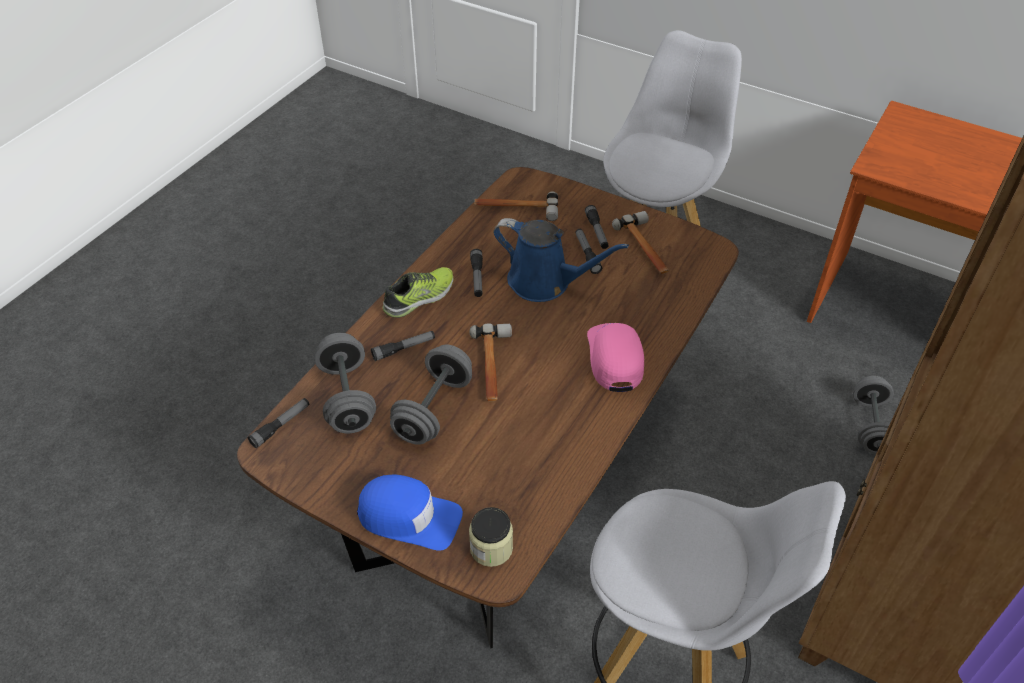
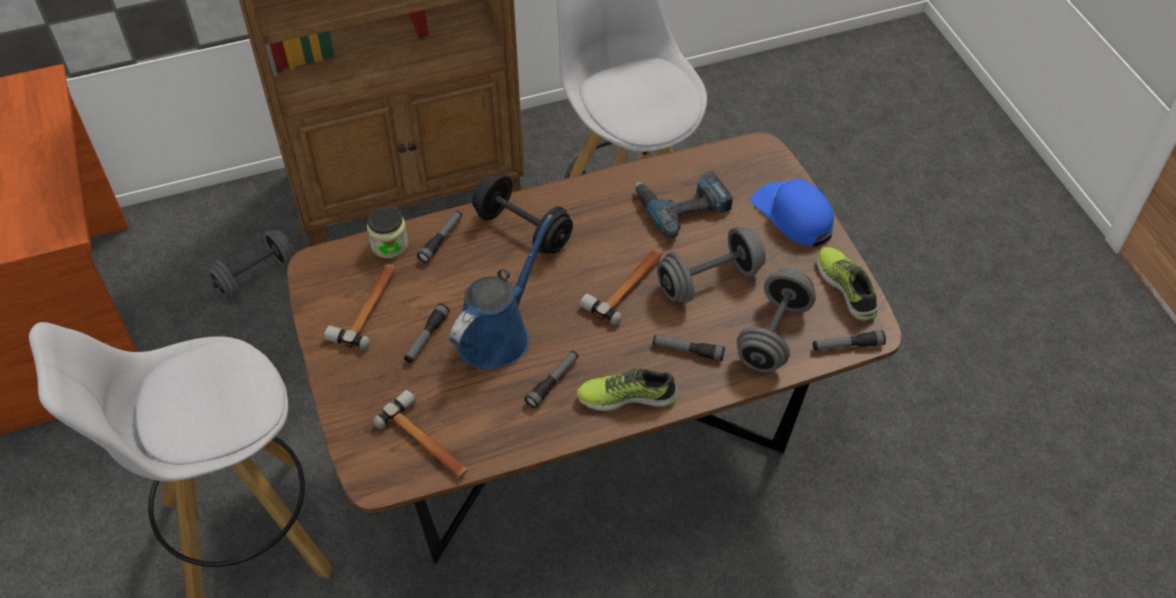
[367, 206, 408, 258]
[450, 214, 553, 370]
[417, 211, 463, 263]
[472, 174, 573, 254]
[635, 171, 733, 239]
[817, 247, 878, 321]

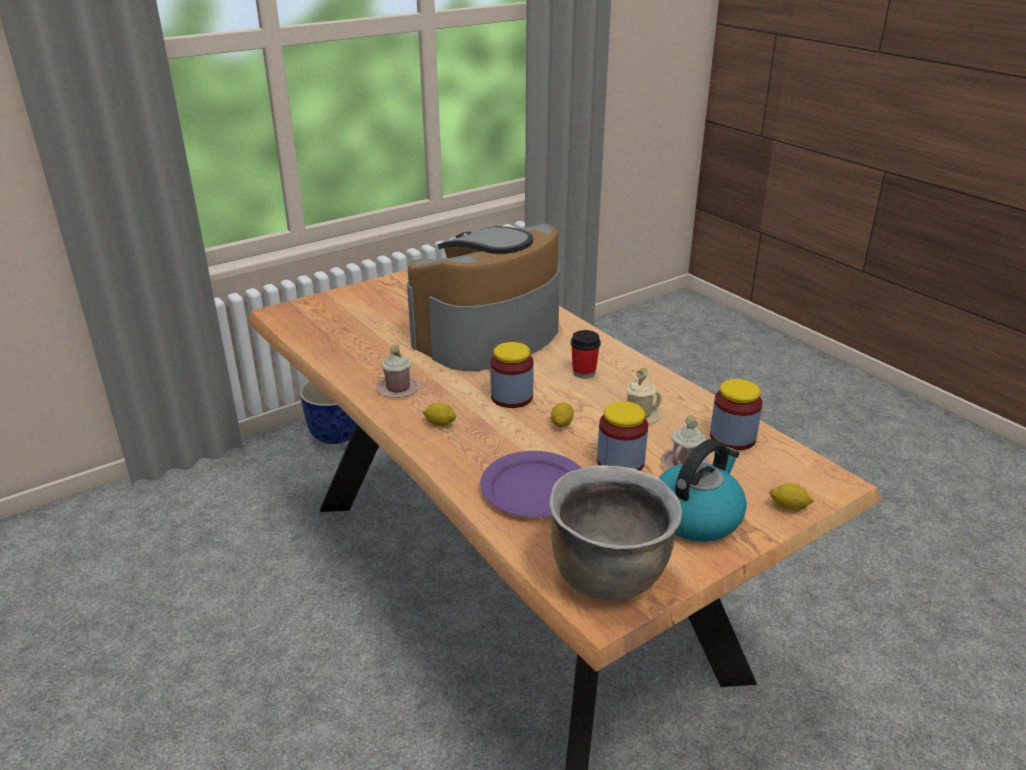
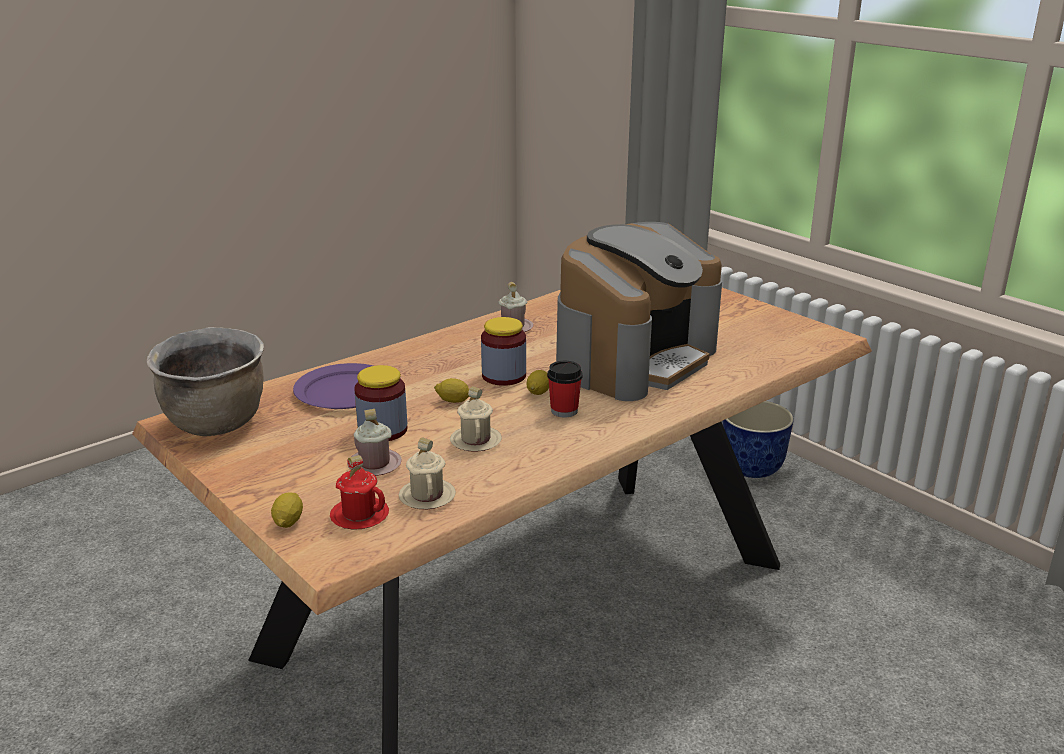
[556, 222, 722, 401]
[526, 370, 549, 395]
[659, 439, 747, 542] (first image)
[399, 437, 456, 509]
[330, 455, 389, 530]

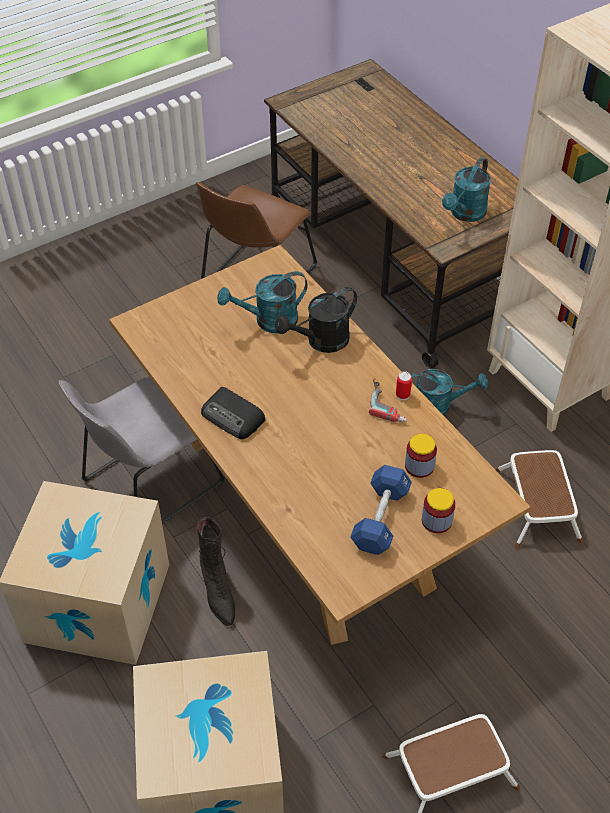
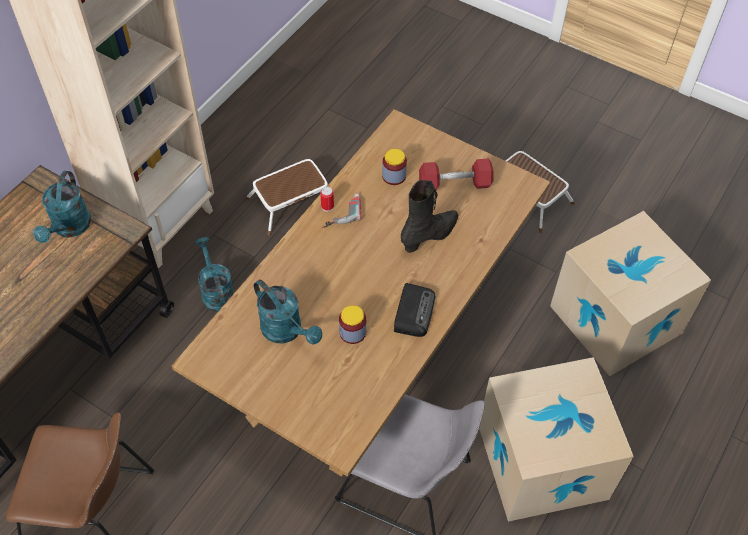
[401, 180, 458, 253]
[275, 287, 357, 353] (first image)
[419, 158, 494, 190]
[339, 305, 366, 344]
[33, 171, 91, 243]

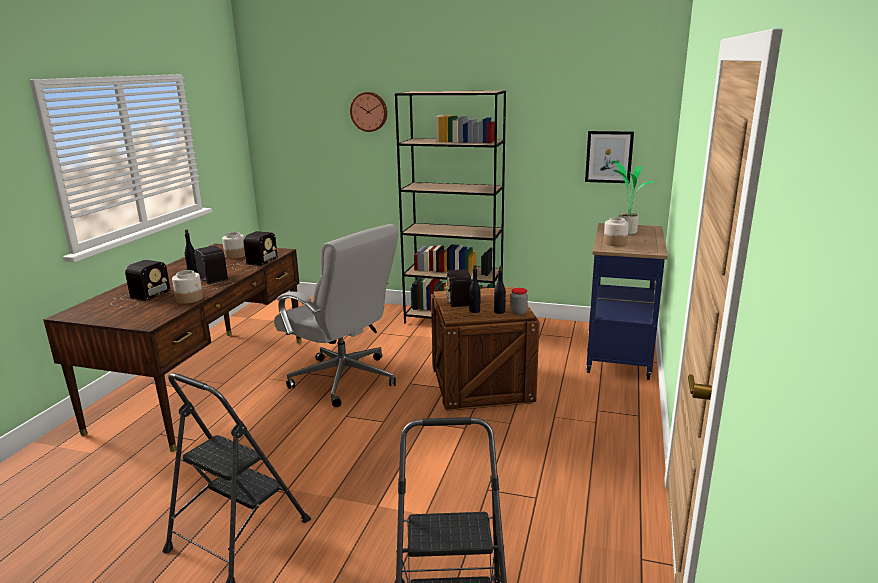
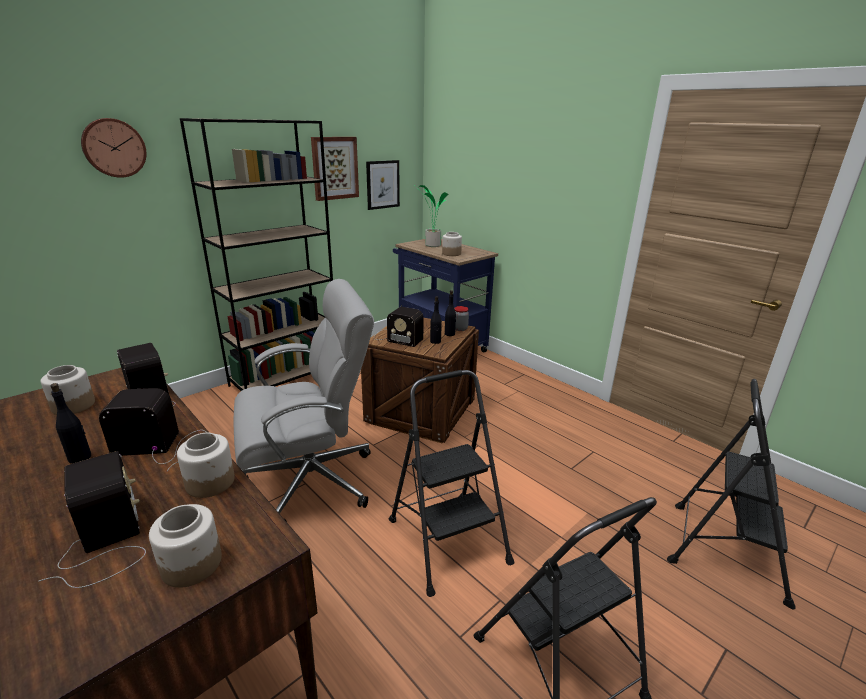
[149, 504, 222, 588]
[311, 137, 359, 201]
[388, 370, 515, 597]

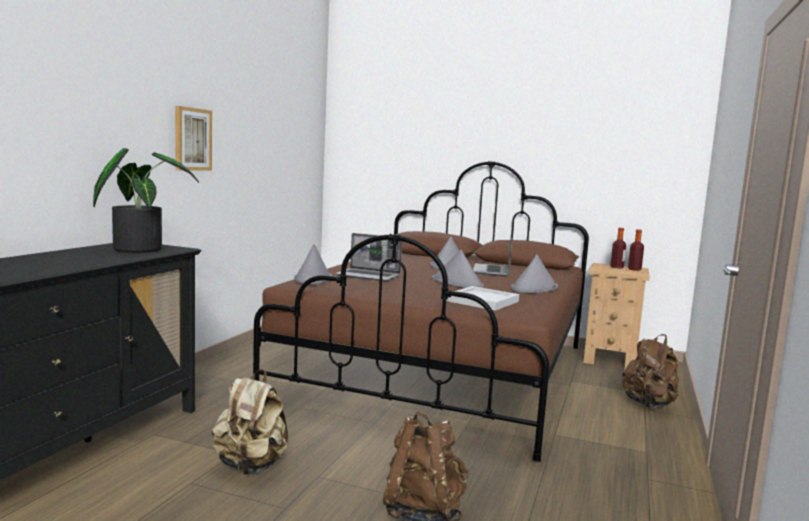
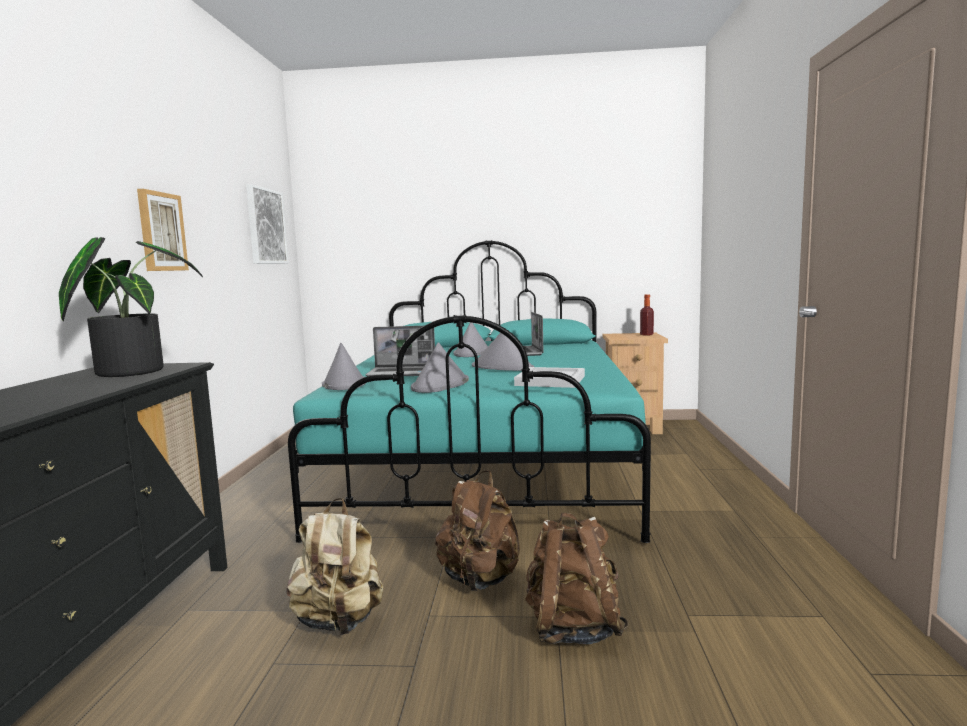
[288, 240, 651, 543]
[411, 342, 469, 393]
[610, 228, 626, 268] (first image)
[435, 470, 520, 591]
[246, 184, 288, 264]

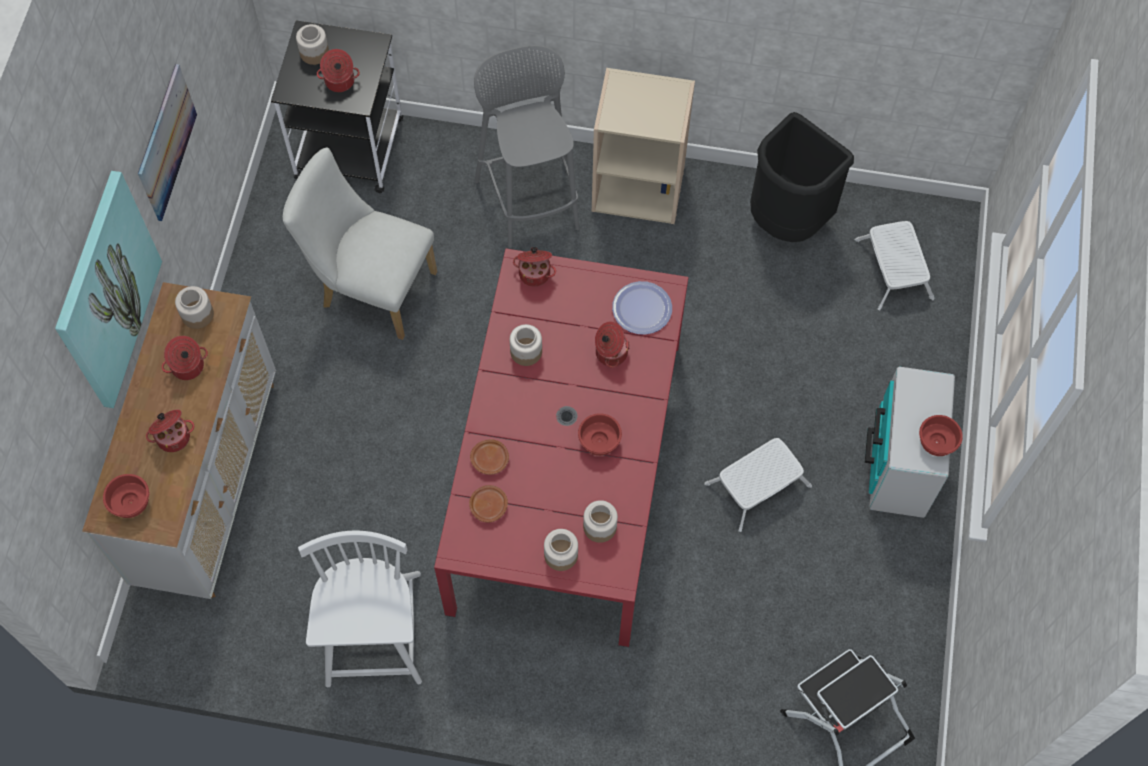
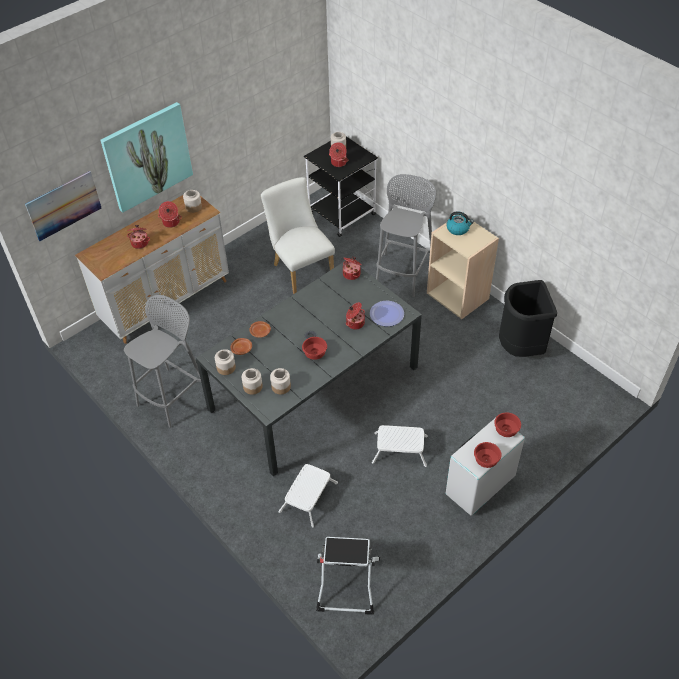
[494, 412, 521, 437]
[25, 171, 102, 241]
[124, 295, 201, 428]
[196, 260, 422, 476]
[215, 349, 236, 375]
[278, 464, 338, 528]
[447, 211, 474, 235]

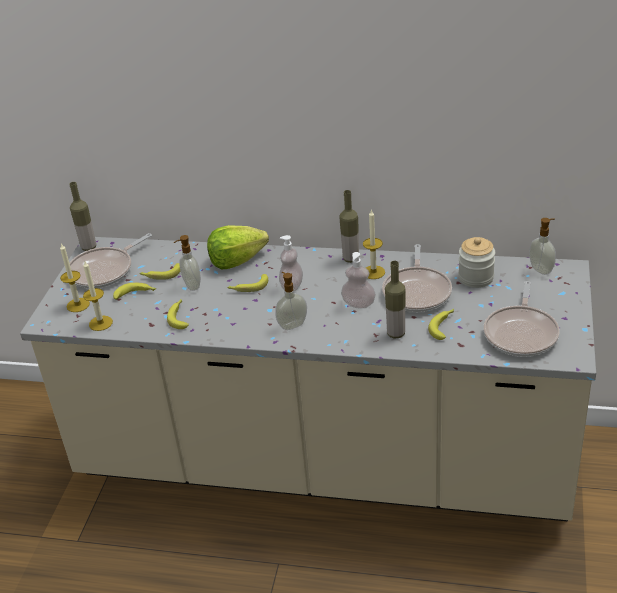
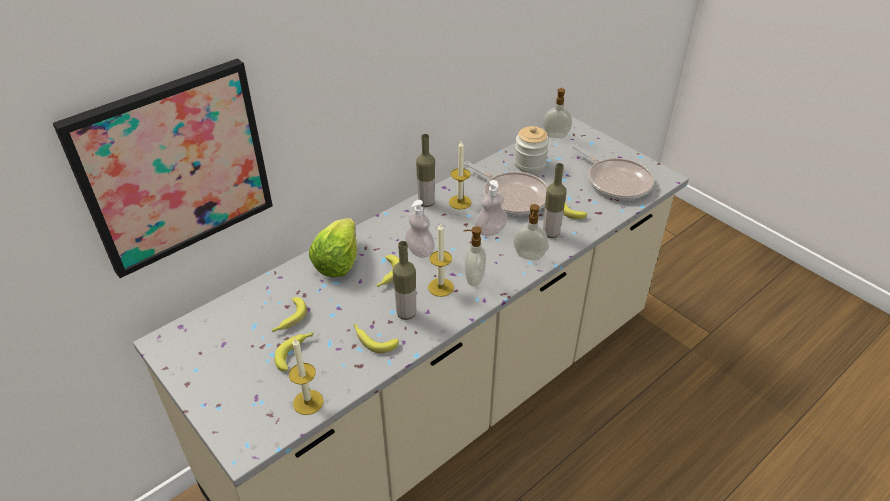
[428, 223, 454, 297]
[393, 241, 416, 320]
[69, 233, 152, 288] (first image)
[514, 204, 548, 260]
[53, 58, 273, 278]

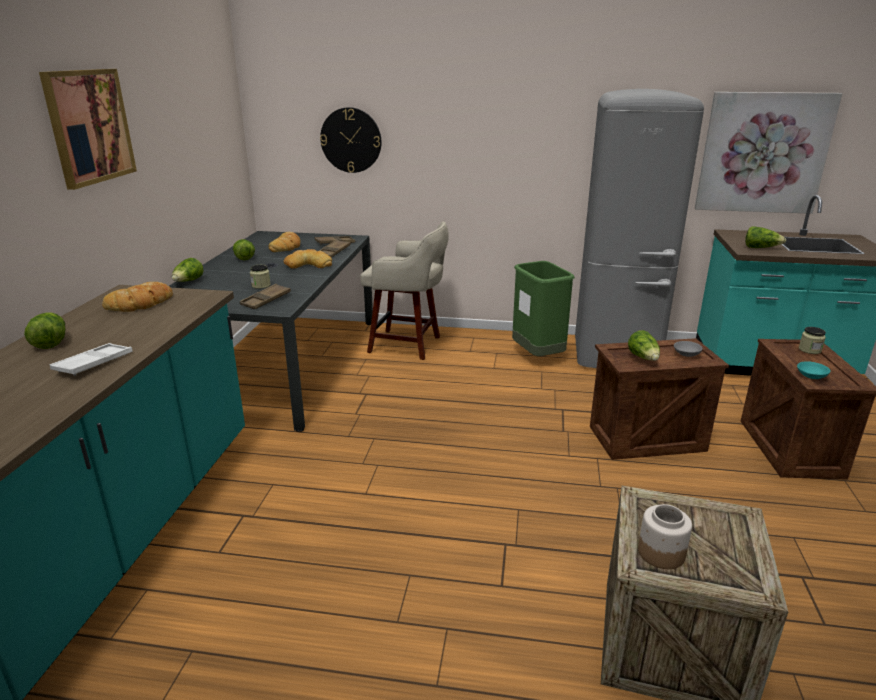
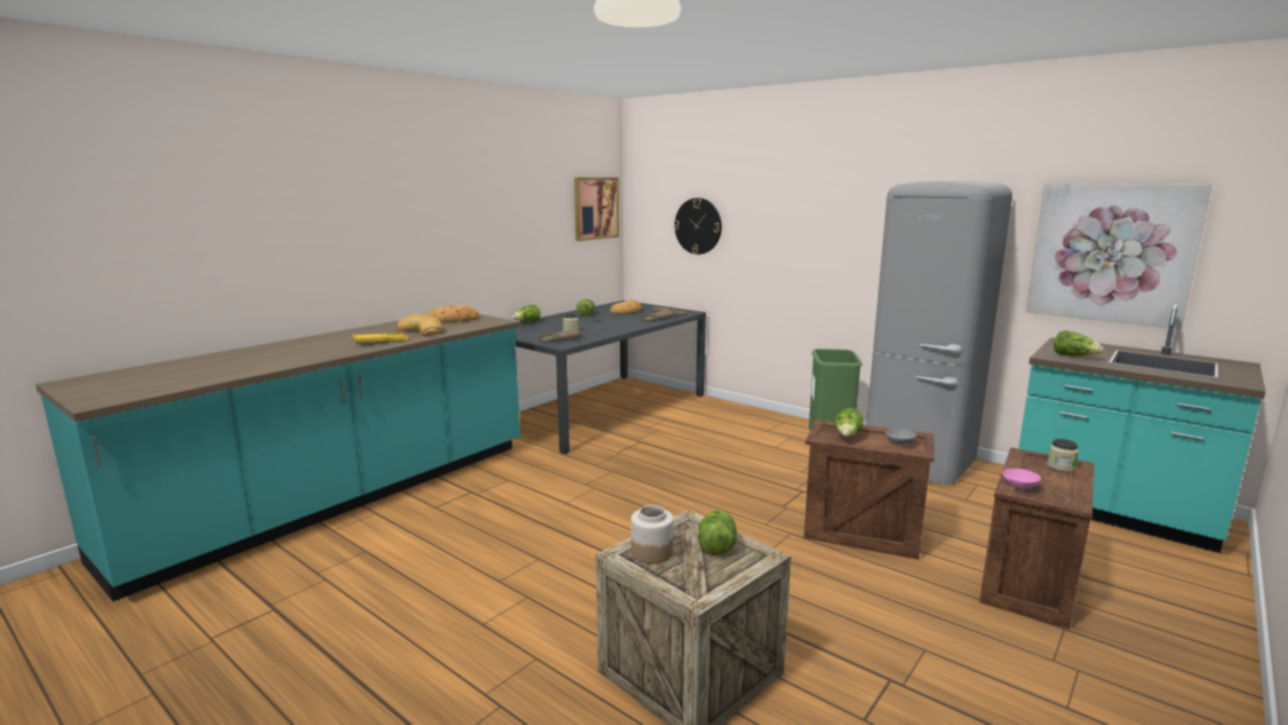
[698, 510, 737, 555]
[574, 177, 619, 241]
[352, 333, 409, 344]
[397, 314, 443, 335]
[360, 221, 449, 360] (first image)
[1002, 468, 1041, 488]

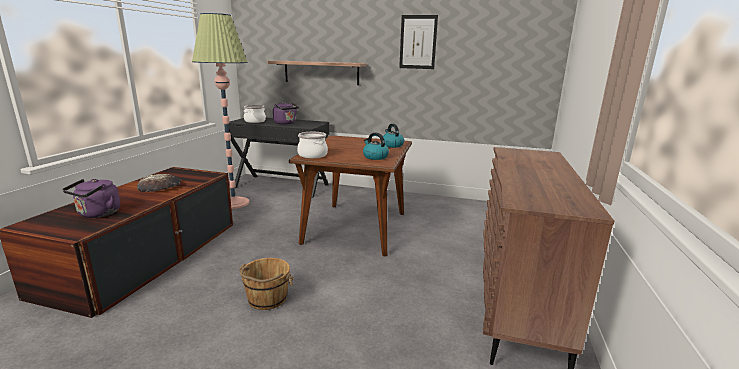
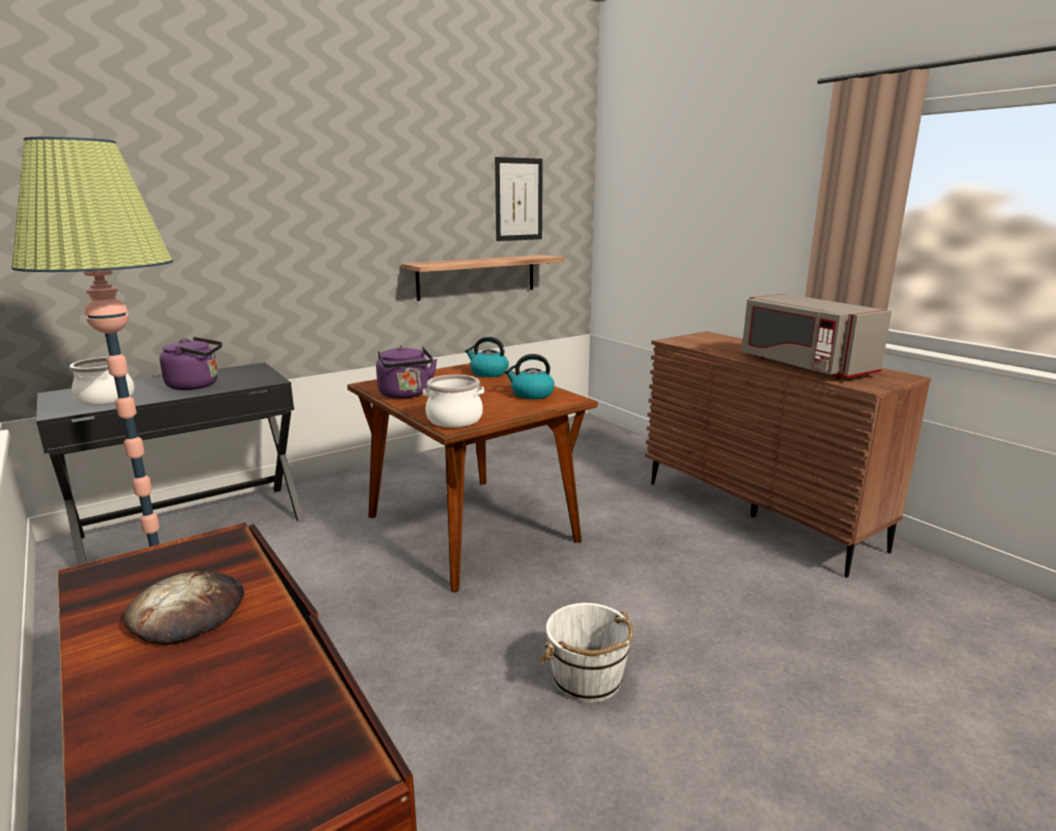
[376, 345, 437, 399]
[540, 603, 633, 703]
[402, 255, 565, 301]
[495, 157, 543, 241]
[742, 294, 892, 379]

